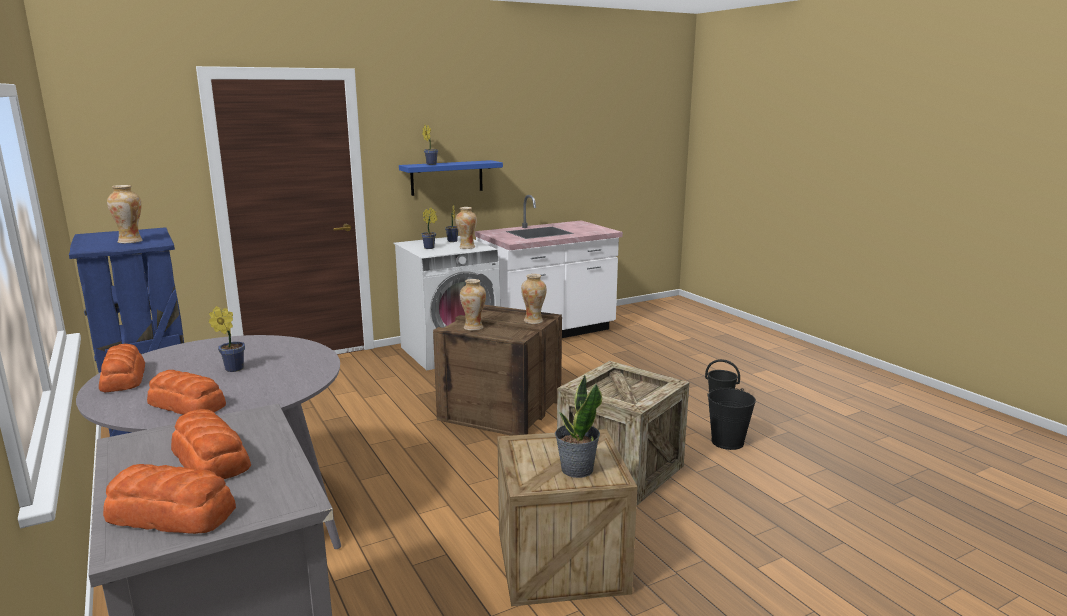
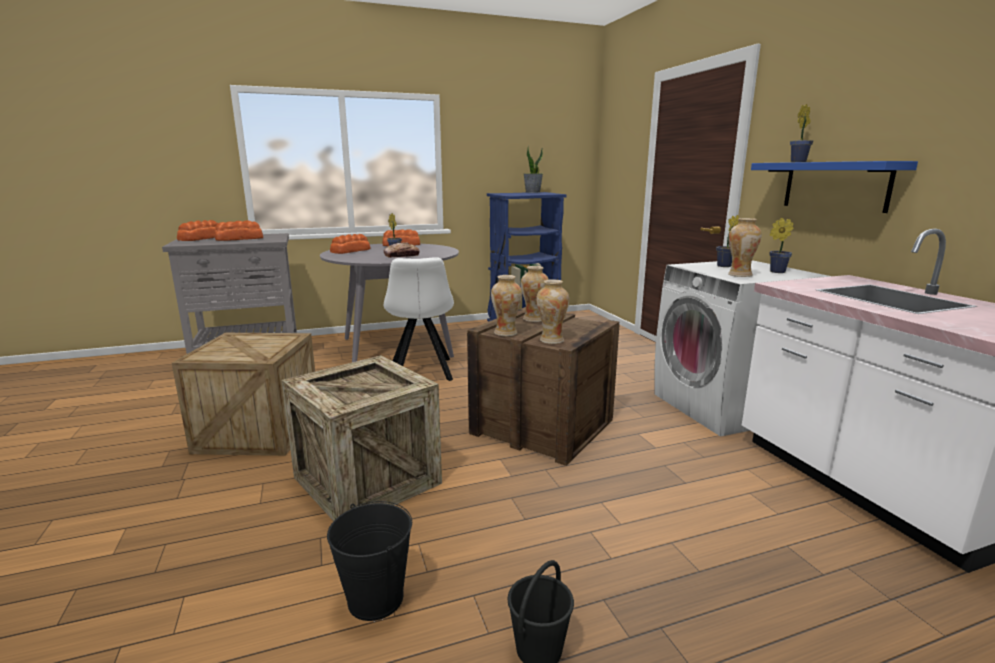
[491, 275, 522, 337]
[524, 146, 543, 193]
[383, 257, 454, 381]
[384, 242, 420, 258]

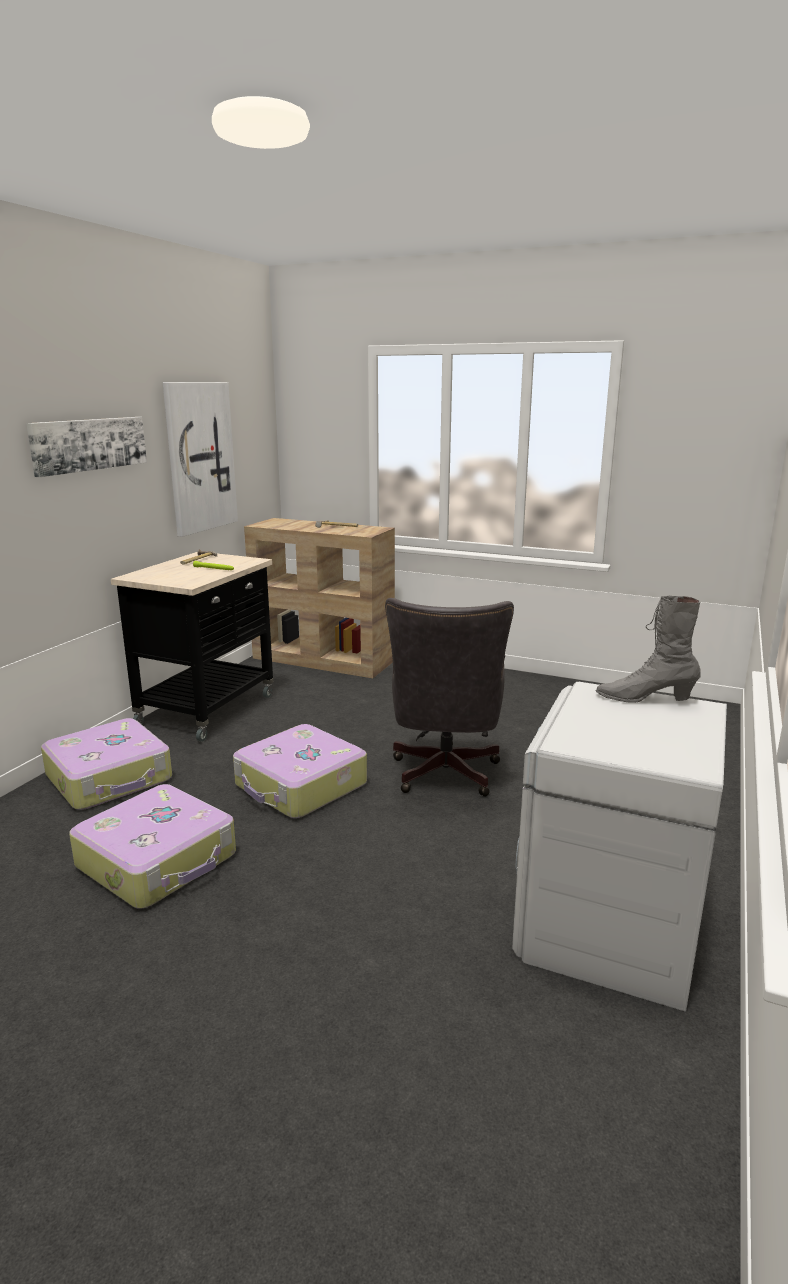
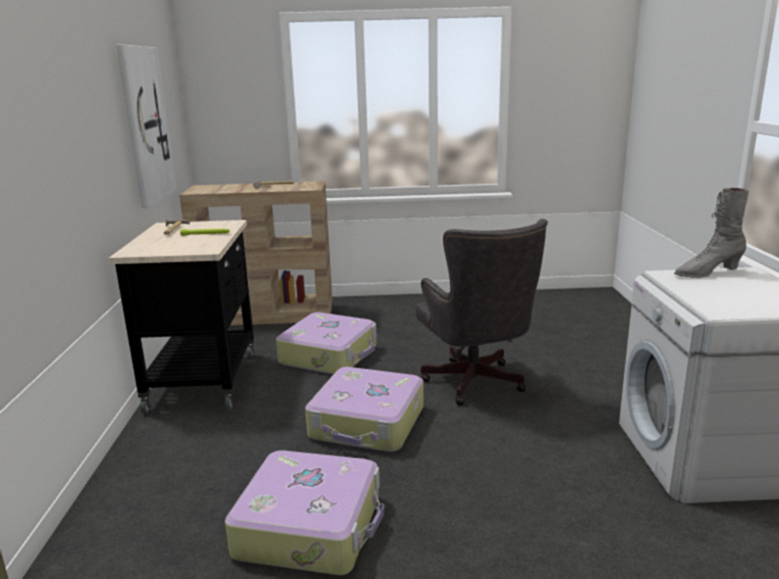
[26, 417, 147, 477] (first image)
[276, 312, 377, 375]

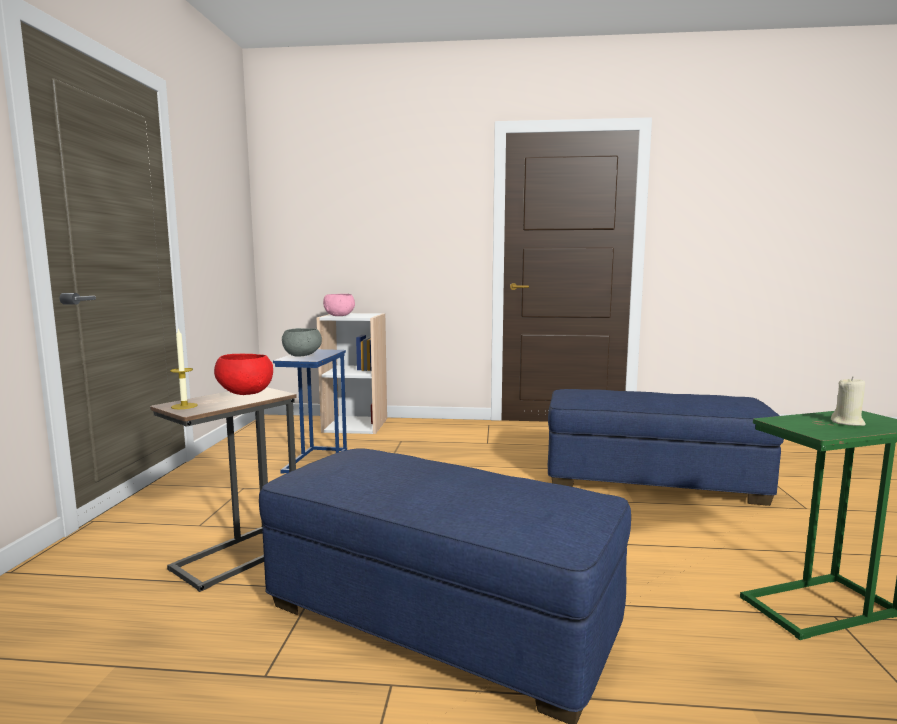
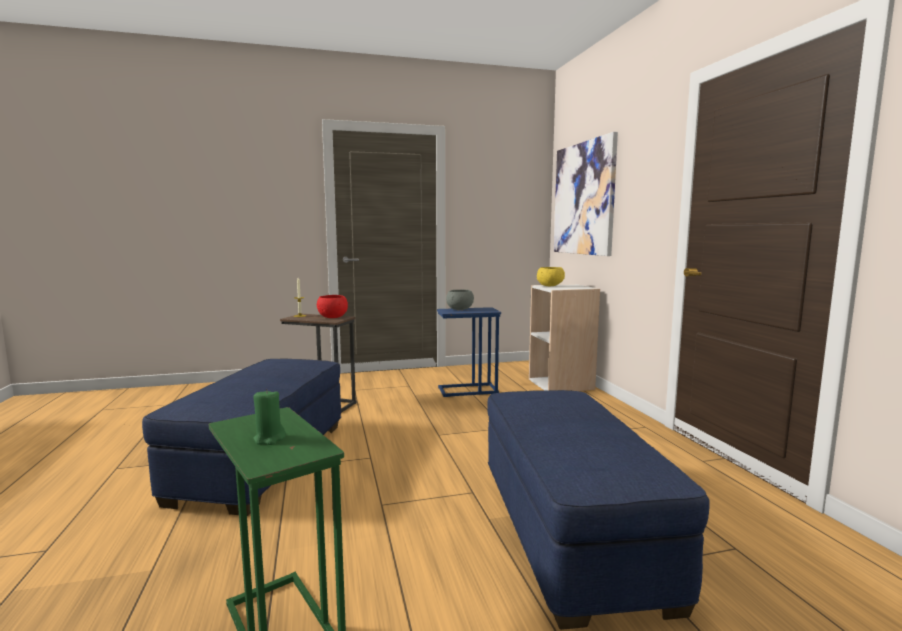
[537, 267, 565, 286]
[253, 389, 286, 445]
[554, 132, 618, 256]

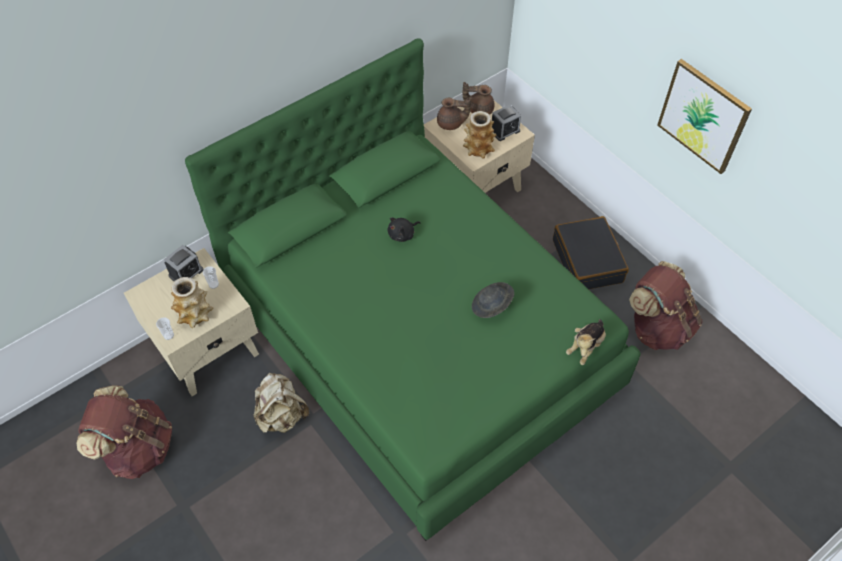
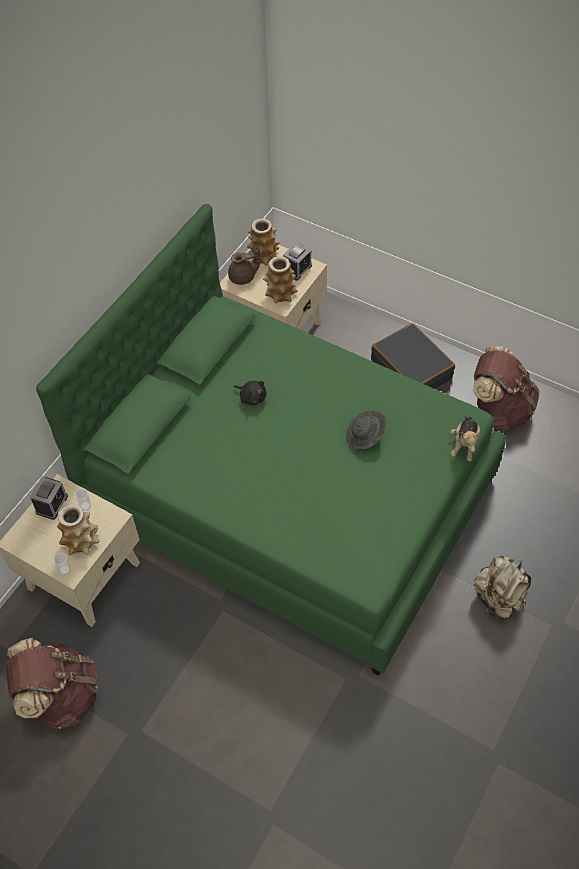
[474, 556, 531, 618]
[234, 381, 266, 405]
[247, 219, 280, 266]
[657, 59, 752, 174] (first image)

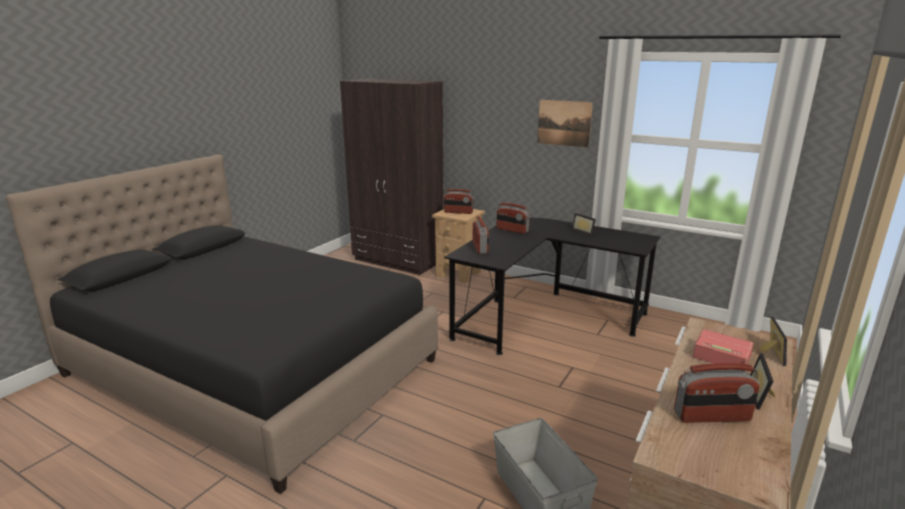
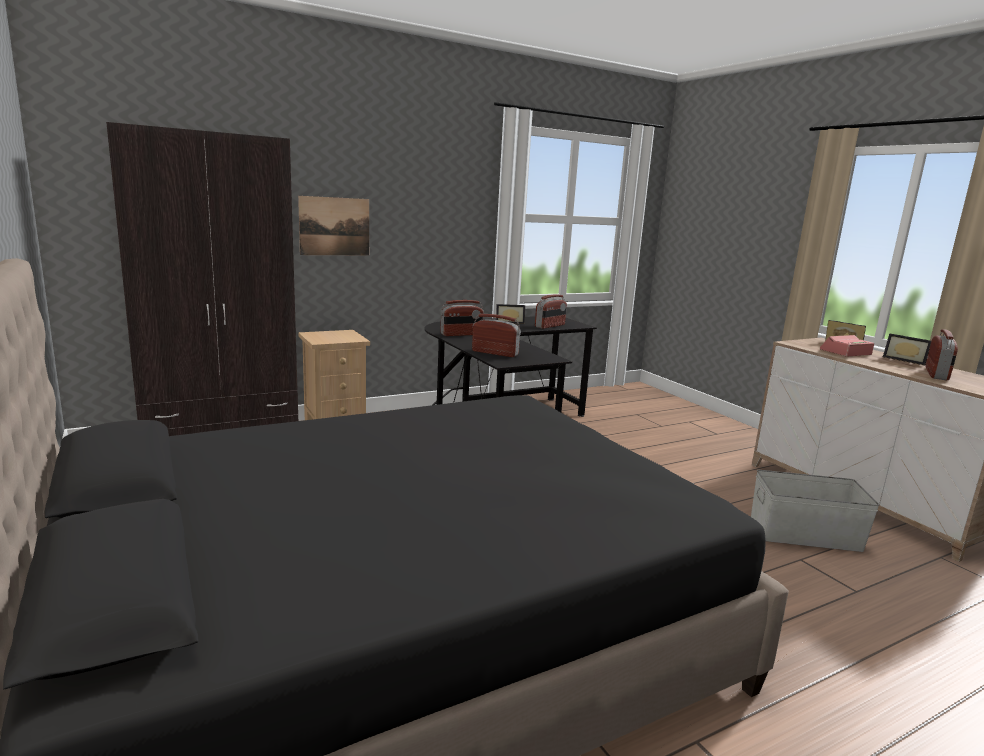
[535, 294, 567, 329]
[298, 196, 369, 256]

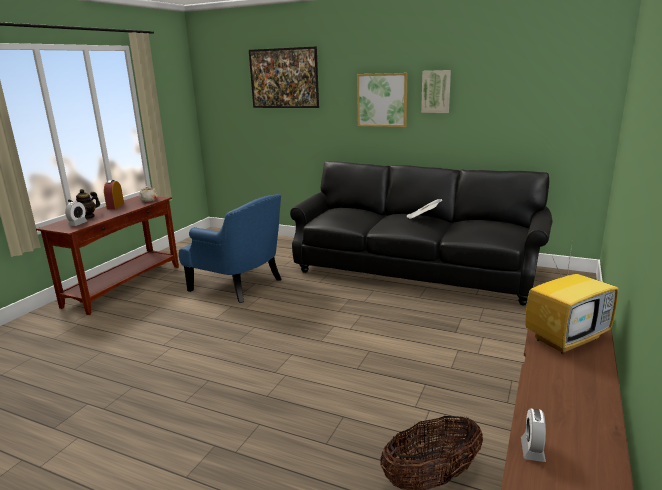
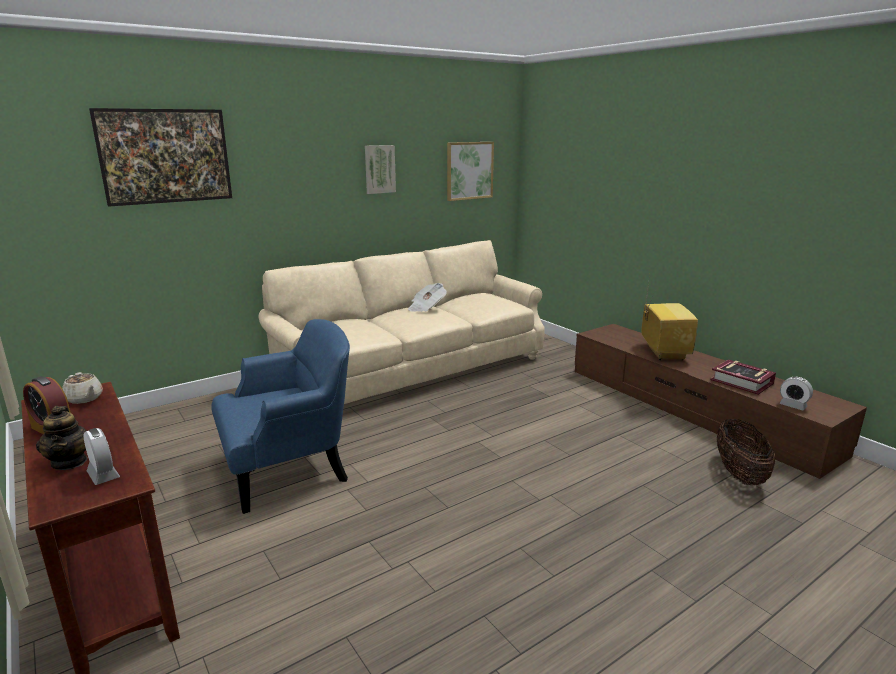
[259, 240, 544, 404]
[447, 142, 494, 201]
[710, 359, 776, 395]

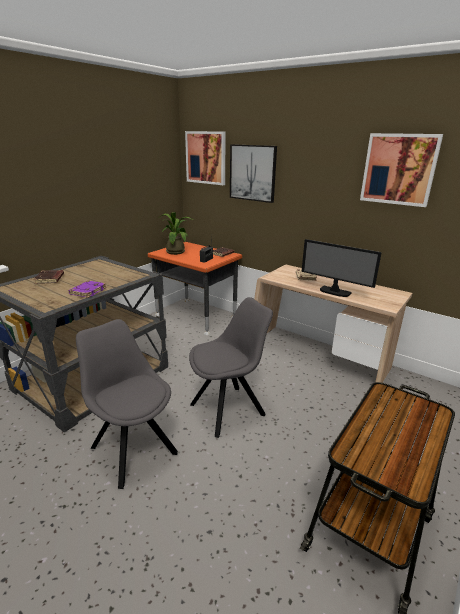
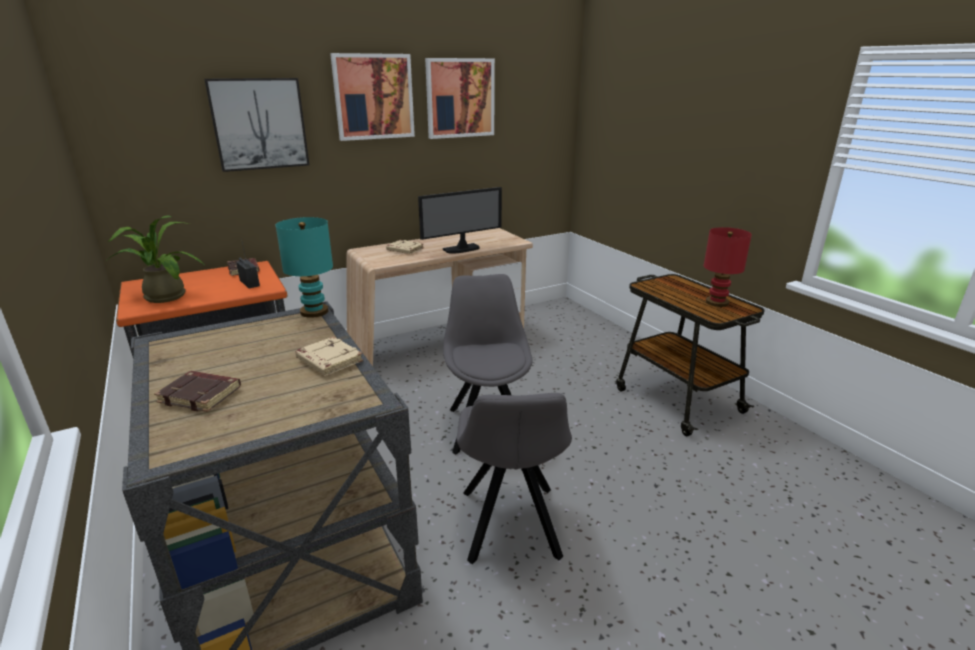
[295, 337, 363, 376]
[457, 393, 572, 564]
[330, 53, 415, 141]
[275, 217, 333, 318]
[704, 227, 752, 307]

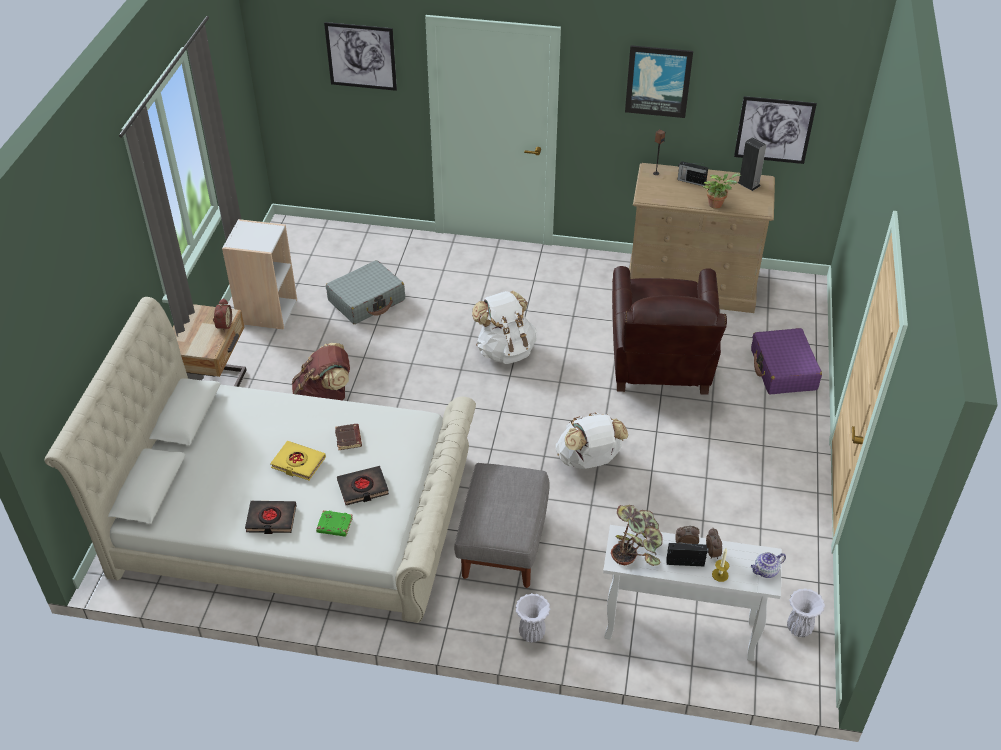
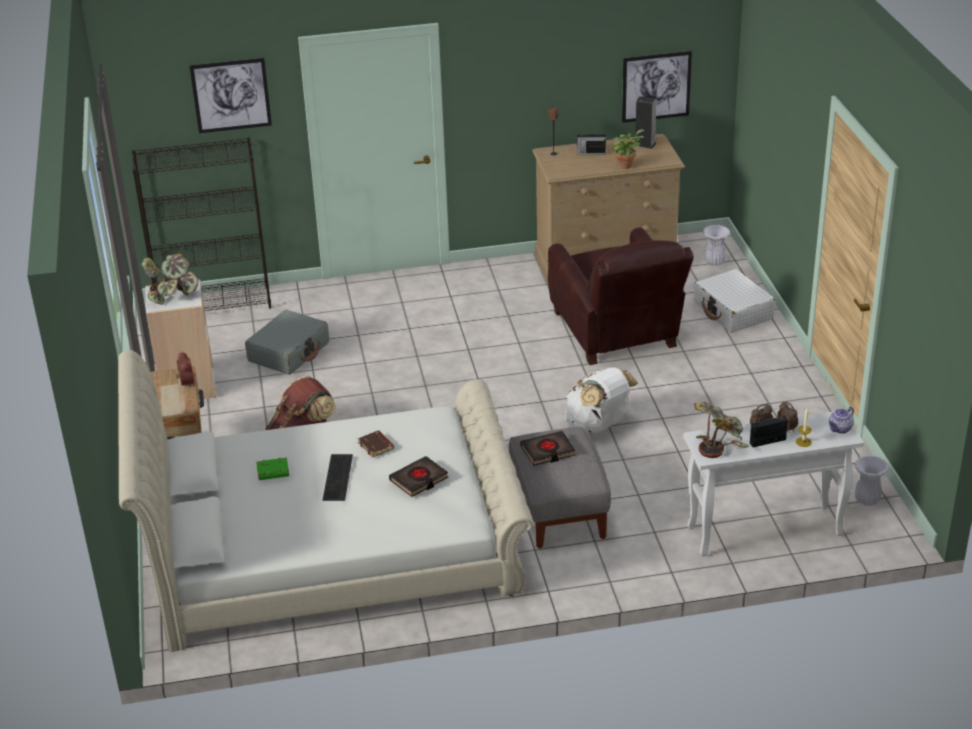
[520, 431, 576, 466]
[323, 454, 353, 501]
[256, 457, 289, 480]
[472, 291, 537, 364] (first image)
[703, 225, 730, 266]
[625, 45, 693, 118] (first image)
[694, 269, 775, 333]
[132, 138, 271, 311]
[142, 253, 198, 305]

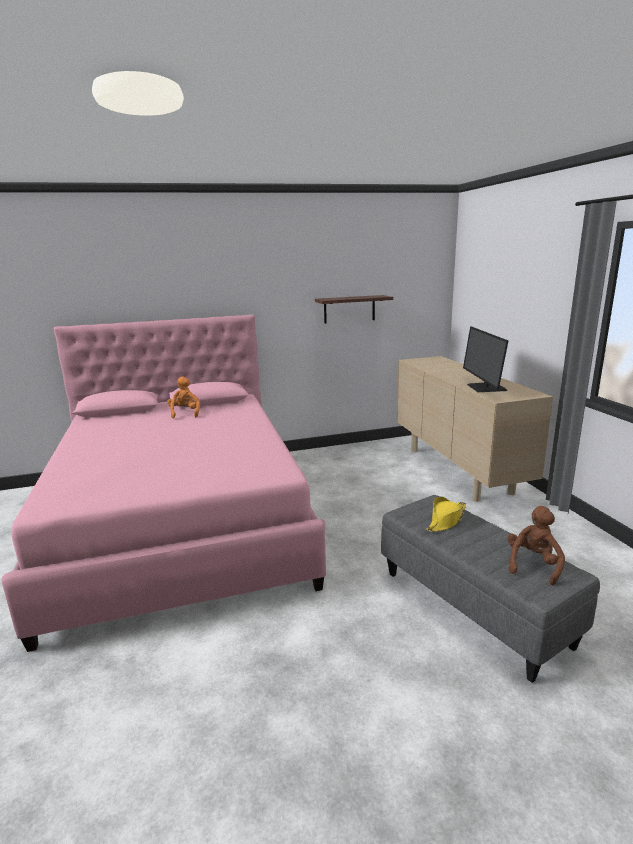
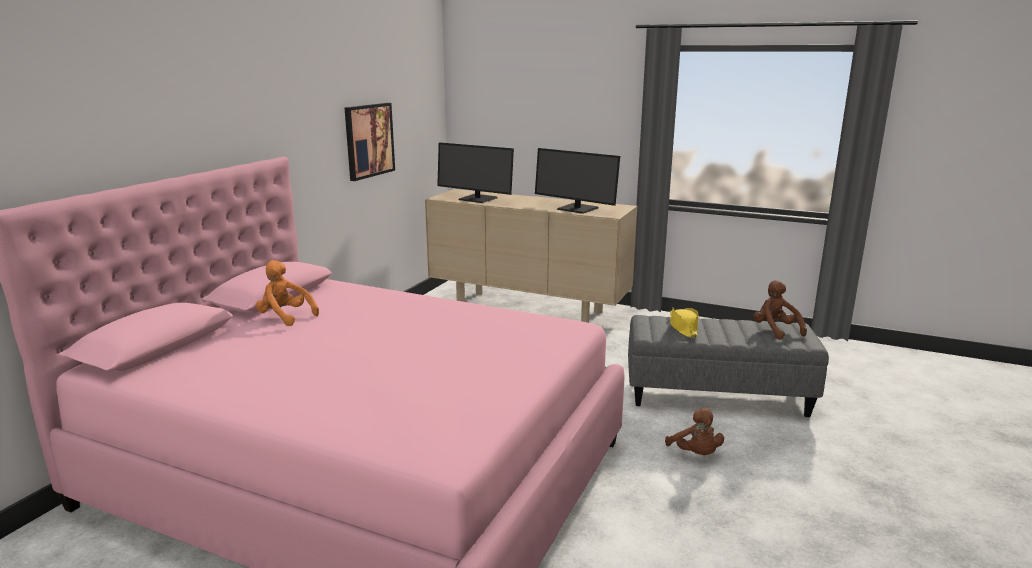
[345, 103, 395, 181]
[437, 142, 514, 203]
[665, 408, 724, 455]

